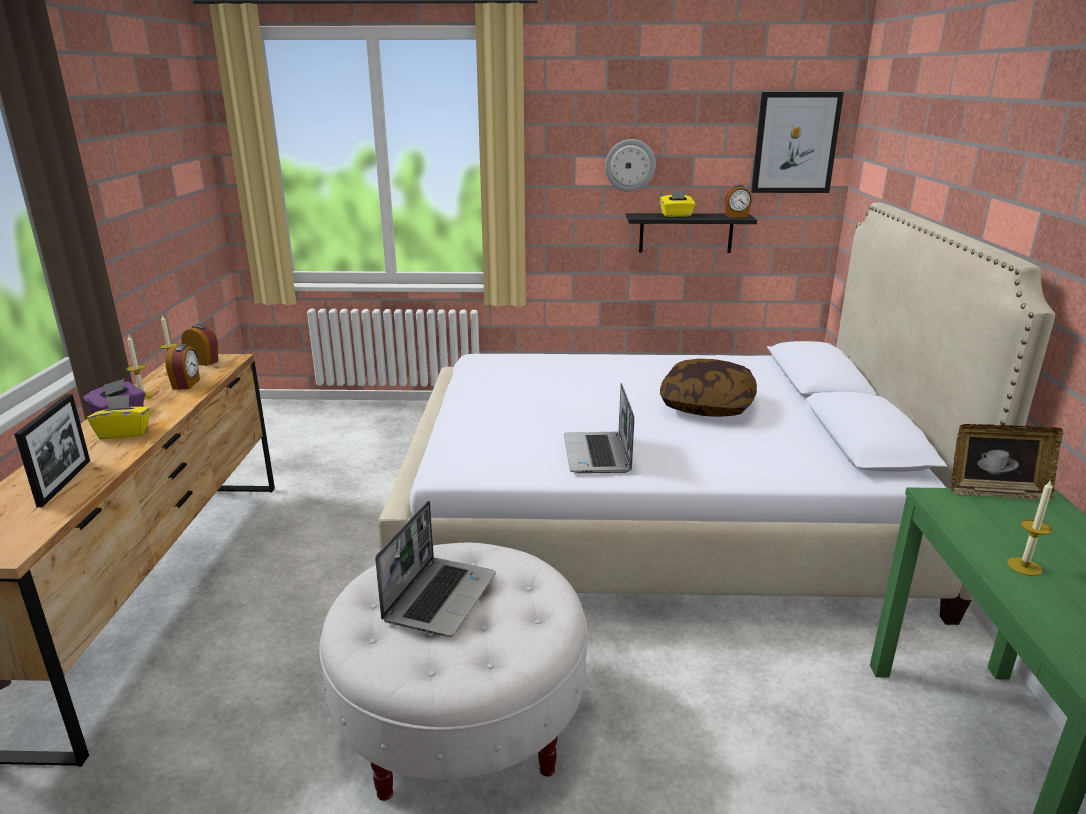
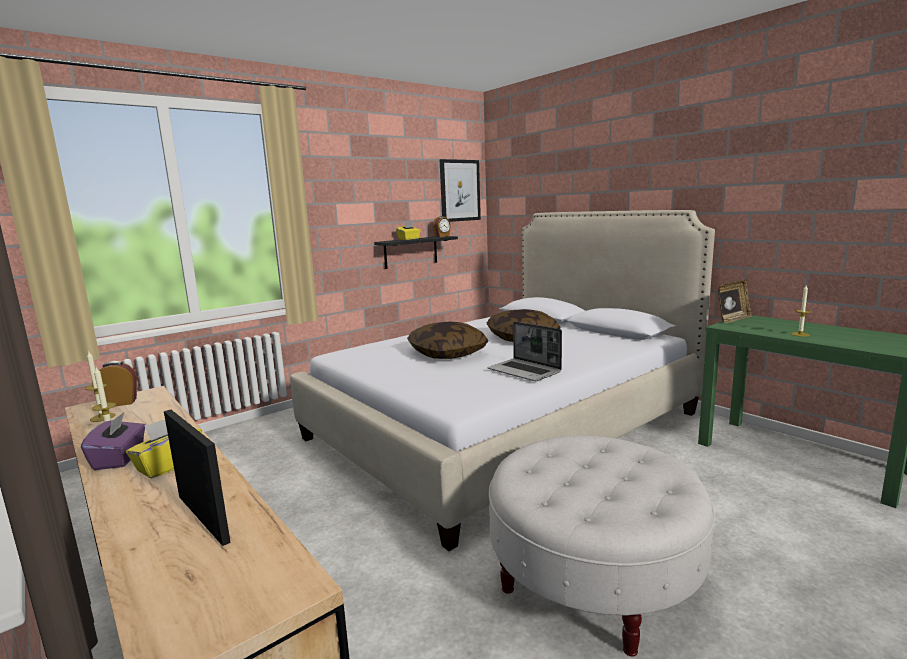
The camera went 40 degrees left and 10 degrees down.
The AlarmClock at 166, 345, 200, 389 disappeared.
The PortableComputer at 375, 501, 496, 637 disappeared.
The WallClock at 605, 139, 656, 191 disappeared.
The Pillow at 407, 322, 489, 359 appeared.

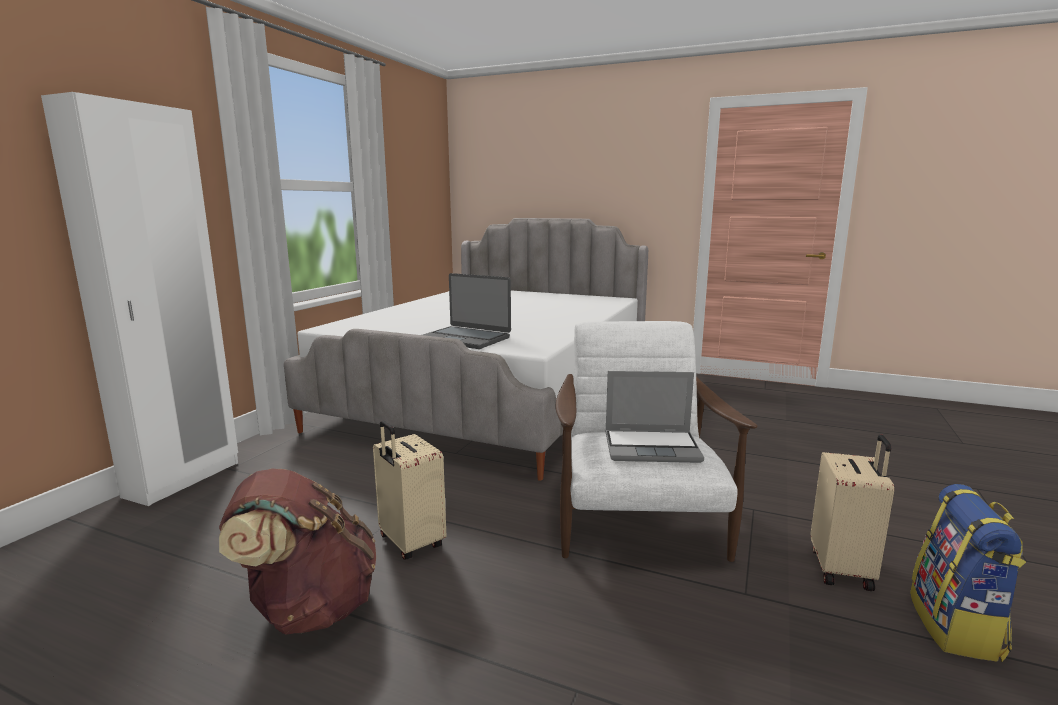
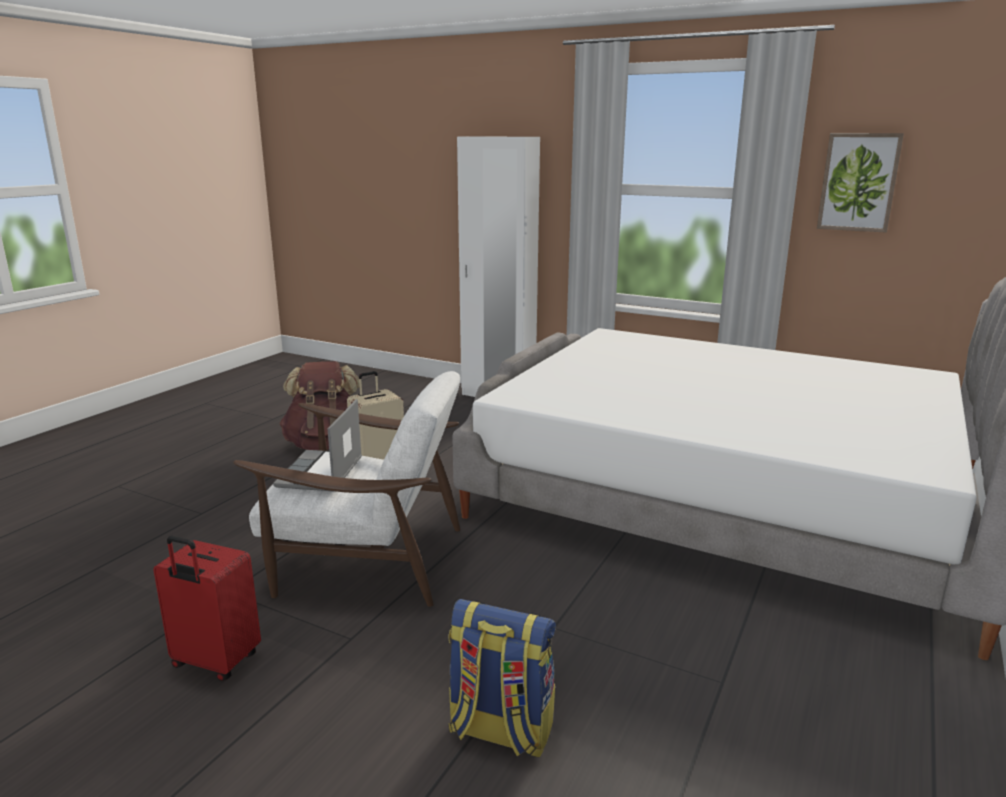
The camera went 95 degrees right and 5 degrees up.
The PortableComputer at 423, 273, 511, 349 disappeared.
The WallPicture at 817, 133, 904, 233 appeared.
The Rucksack moved from 910, 484, 1026, 662 to 448, 599, 556, 757.
The BeigeSuitcase at 811, 435, 894, 591 became the RedSuitcase at 153, 536, 261, 681.

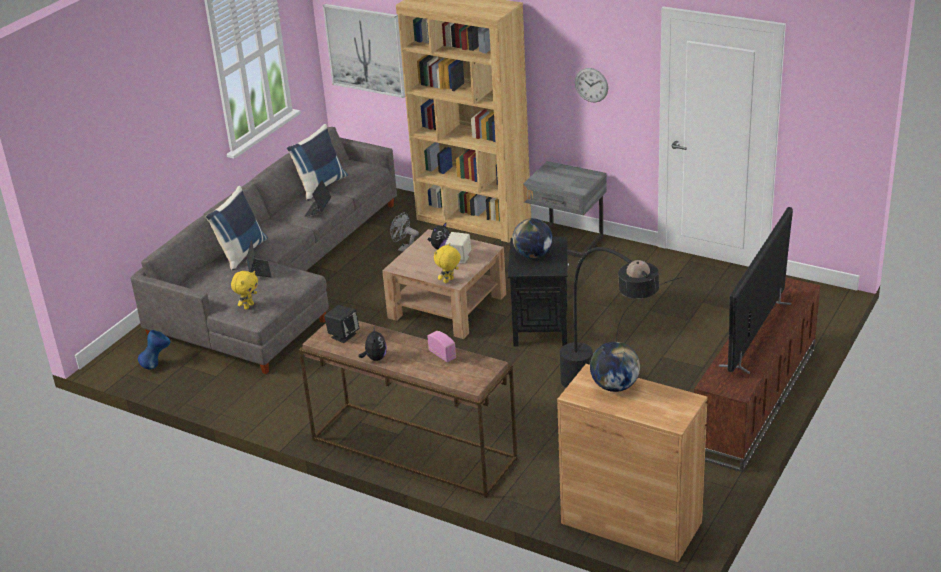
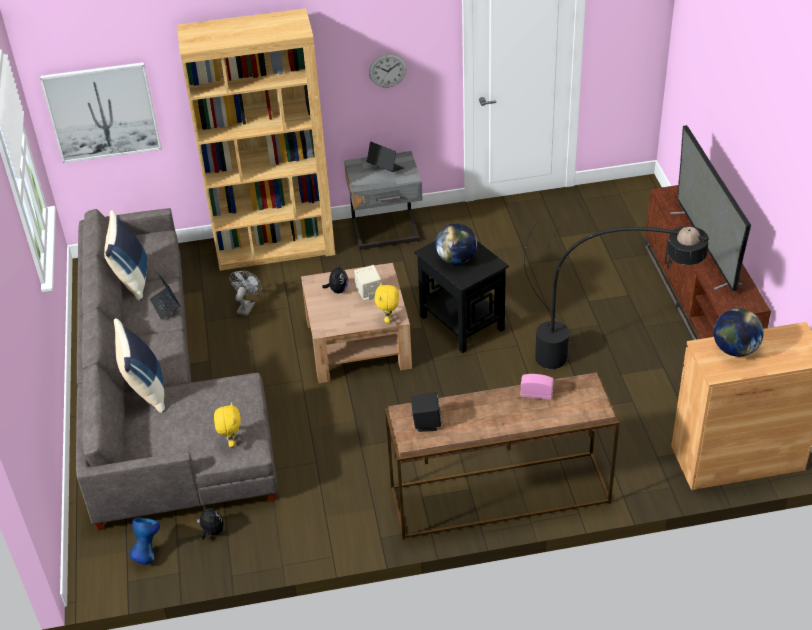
The camera went 40 degrees left and 10 degrees up.
The PortableComputer moved from 246, 240, 272, 277 to 367, 141, 404, 172.
The CuddlyToy moved from 358, 326, 387, 361 to 196, 504, 224, 540.
The GreyishFan at 390, 212, 419, 251 turned 120 degrees clockwise.

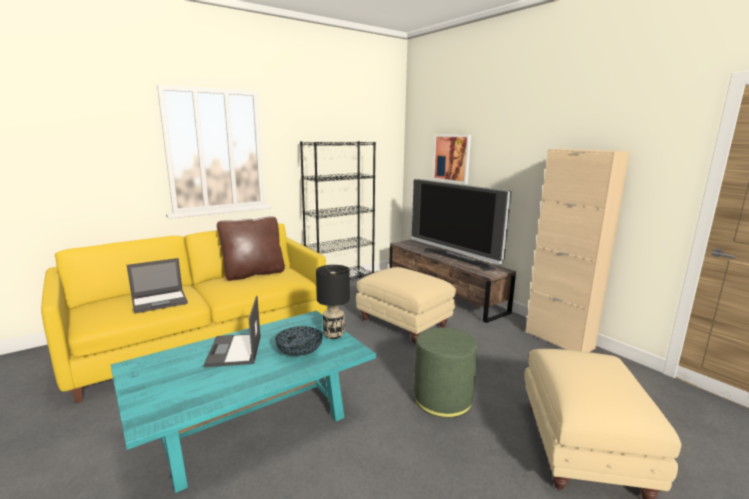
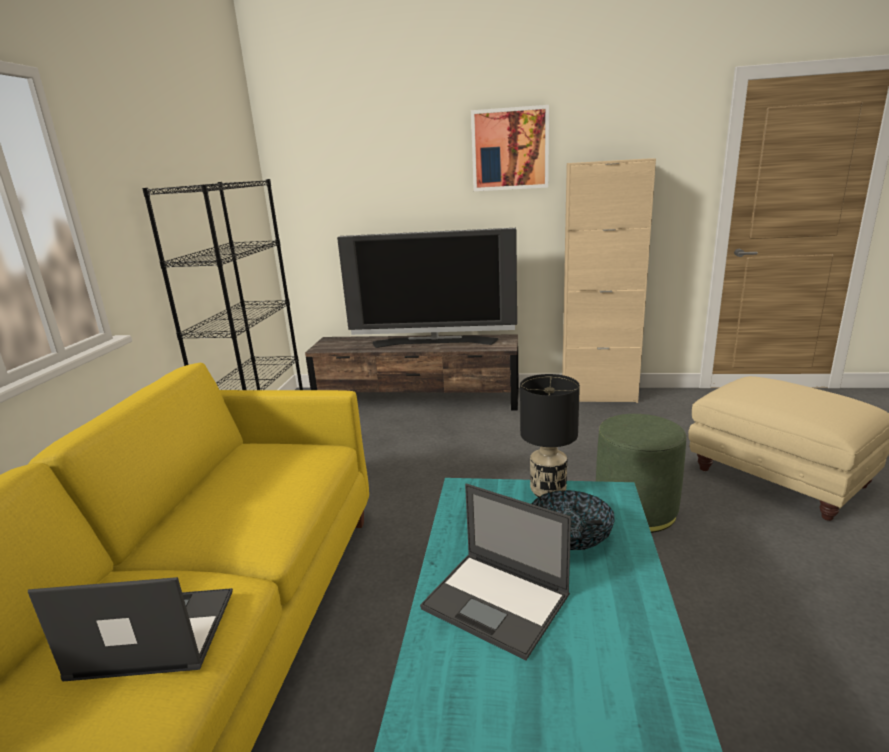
The camera went 45 degrees left and 5 degrees up.
The BrownPillow at 217, 216, 285, 281 disappeared.
The BeigeFootrest at 356, 267, 456, 343 disappeared.
The WallPicture moved from 432, 134, 471, 184 to 471, 105, 549, 191.
The PortableComputer at 127, 258, 188, 314 turned 105 degrees counterclockwise.

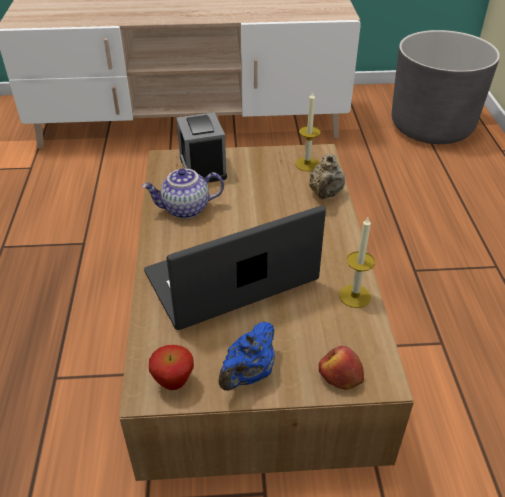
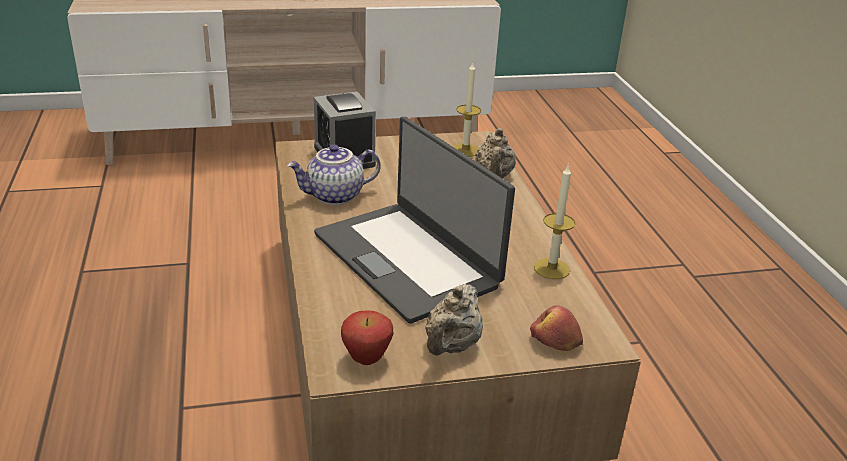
The camera went 10 degrees left and 10 degrees down.
The GreyishPlanter at 392, 30, 500, 144 disappeared.
The BlueTeapot at 218, 321, 275, 391 became the BeigeTeapot at 425, 284, 483, 356.
The PortableComputer at 144, 206, 326, 330 turned 90 degrees counterclockwise.

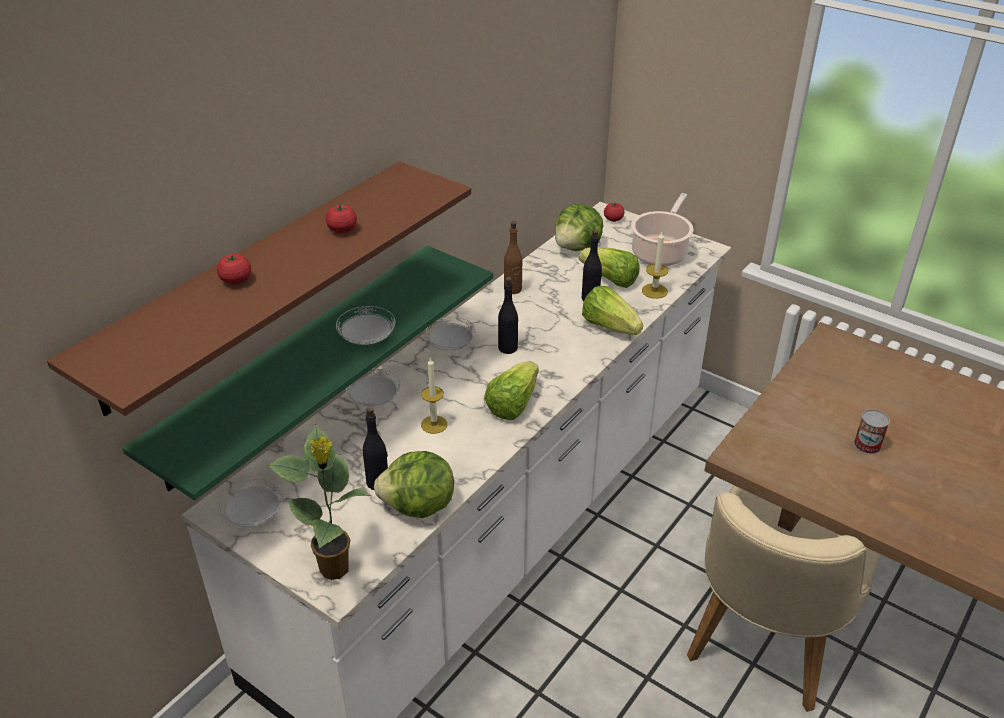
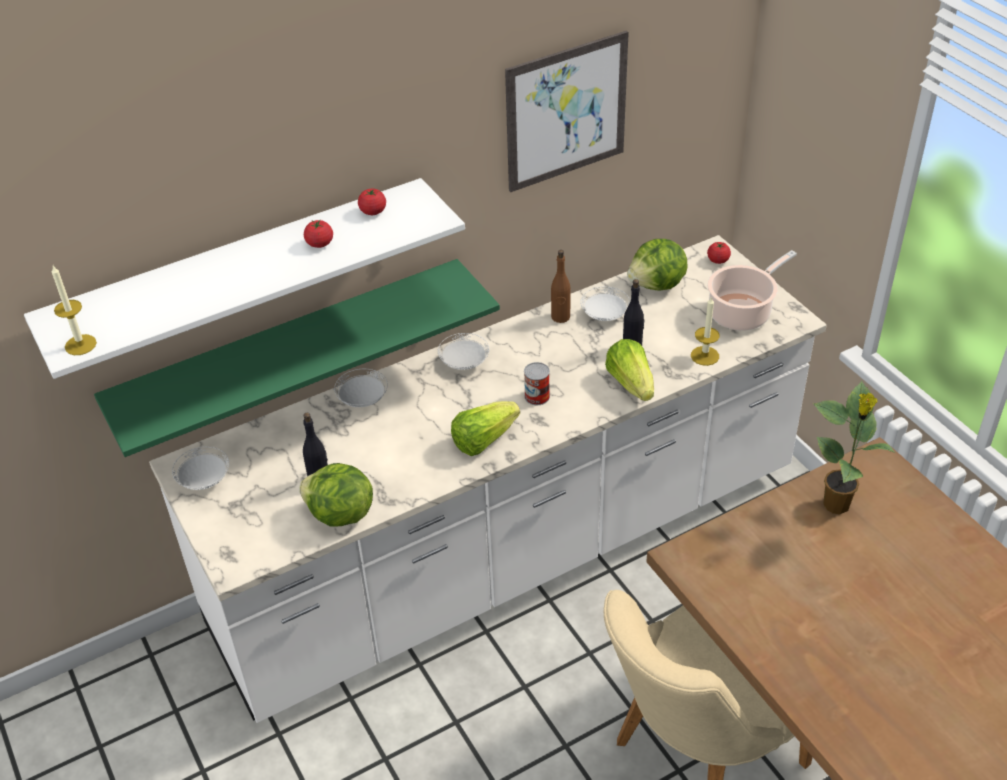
The camera went 25 degrees right and 5 degrees up.
The BlackBottle at 498, 277, 518, 354 disappeared.
The HeadOfLettuce at 579, 247, 639, 288 disappeared.
The WallPicture at 505, 31, 629, 192 appeared.
The Tomato moved from 217, 253, 251, 285 to 358, 189, 386, 215.
The Houseplant moved from 268, 425, 371, 580 to 813, 381, 896, 514.
The WhiteFlatDish moved from 336, 306, 395, 345 to 580, 287, 630, 321.
The Candle moved from 421, 357, 447, 434 to 52, 266, 97, 355.
The SealedCan moved from 854, 409, 890, 454 to 524, 362, 550, 405.
The BrownShelf at 47, 161, 471, 416 became the WhiteShelf at 24, 178, 465, 379.

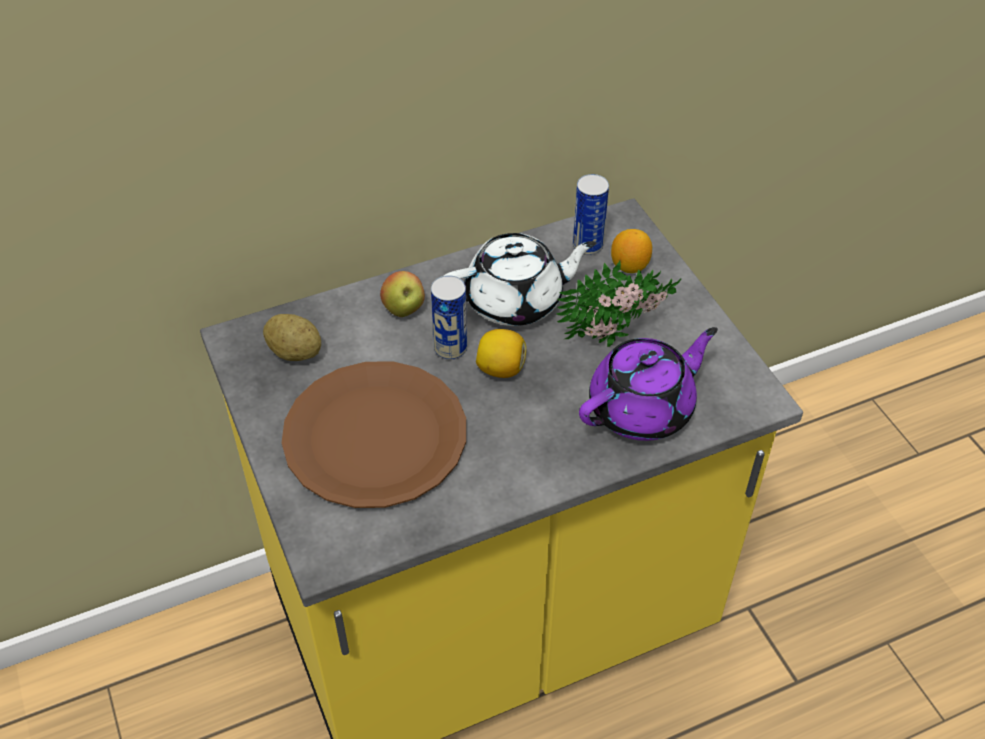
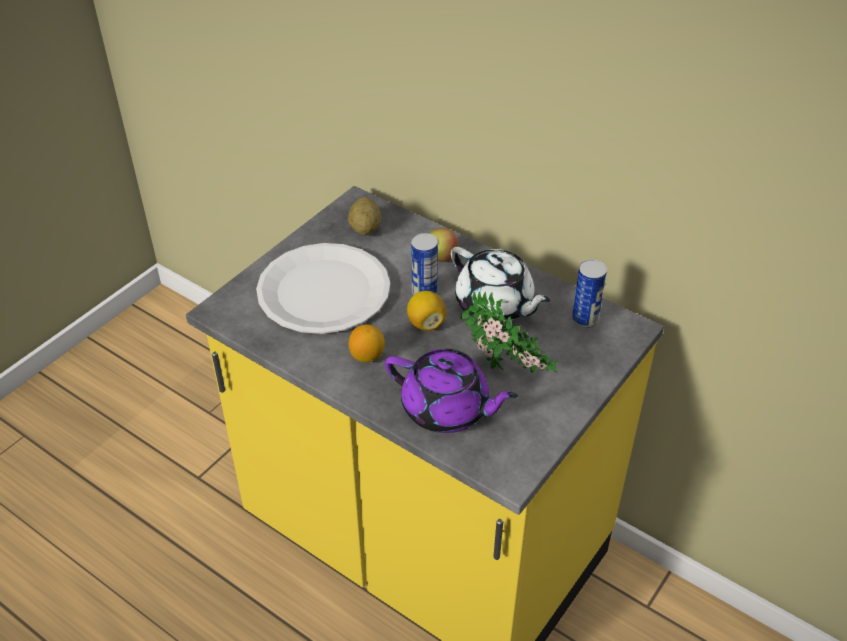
The camera went 60 degrees right and 5 degrees down.
The CitrusFruit moved from 611, 229, 652, 273 to 348, 324, 385, 363.
The BrownFlatDish at 282, 361, 466, 508 became the WhiteFlatDish at 256, 243, 390, 334.

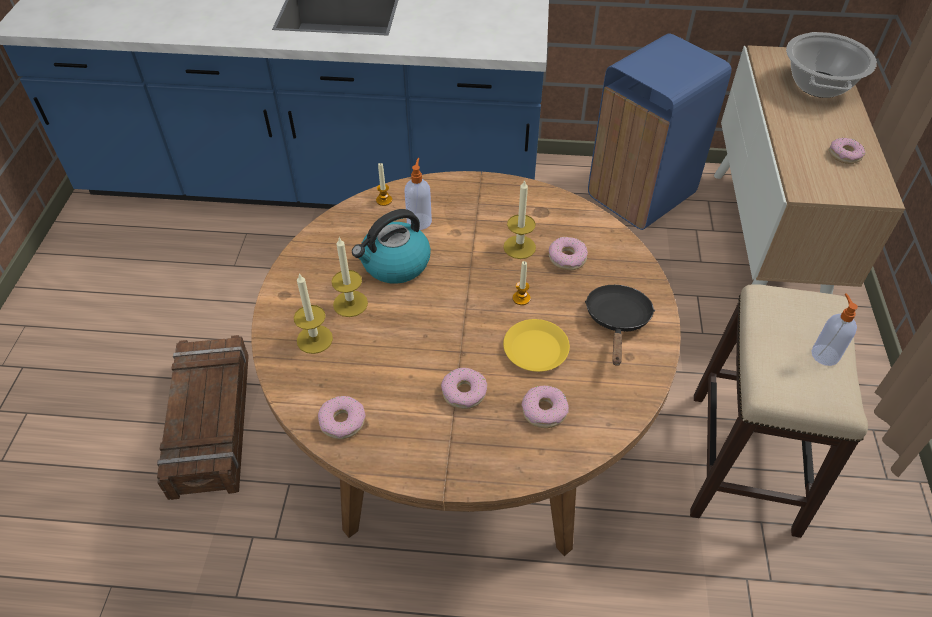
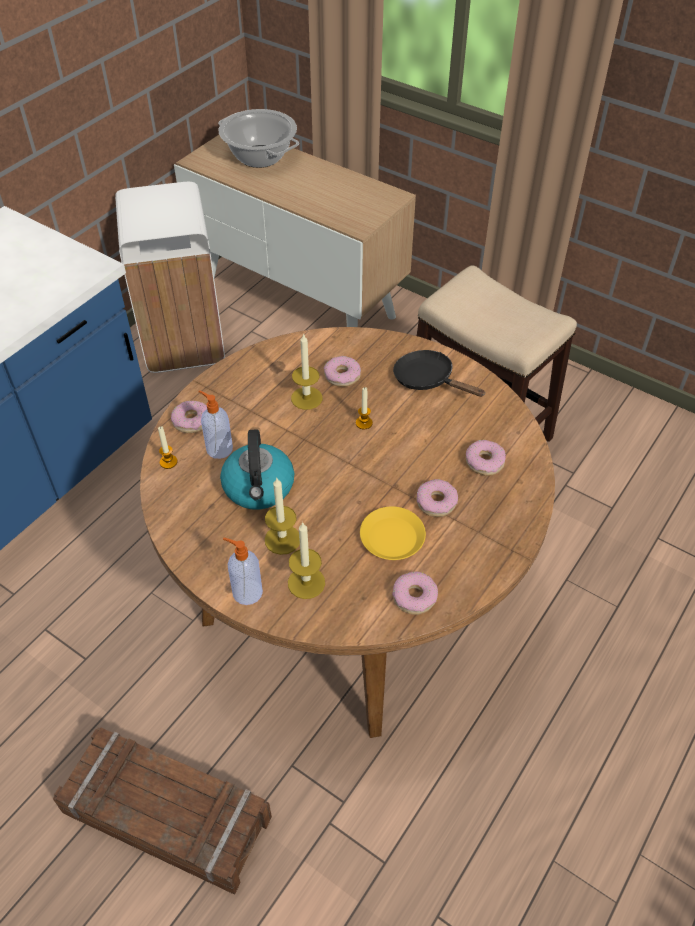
The camera went 60 degrees left and 0 degrees up.
The YellowFlatDish moved from 503, 319, 570, 372 to 360, 506, 426, 560.
The LiquidSoapBottle moved from 811, 293, 858, 366 to 223, 538, 263, 605.
The RingDoughnut moved from 829, 138, 865, 164 to 171, 400, 207, 433.
The BlueWasteBin at 588, 33, 731, 230 became the WhiteWasteBin at 115, 182, 225, 373.

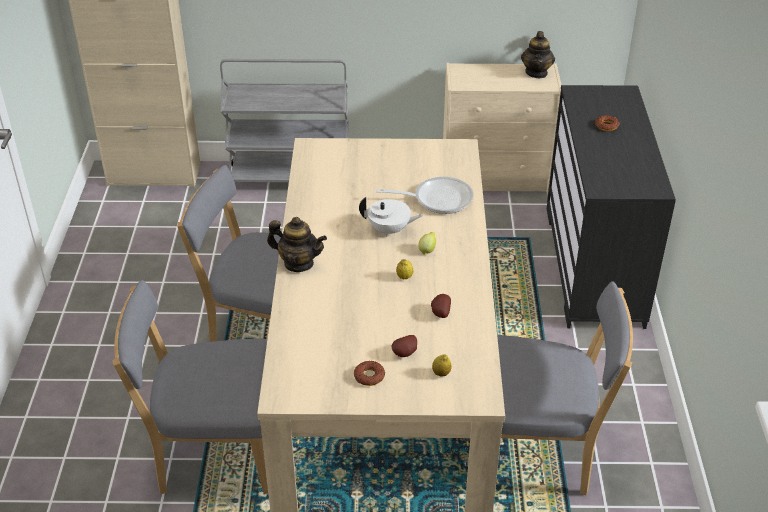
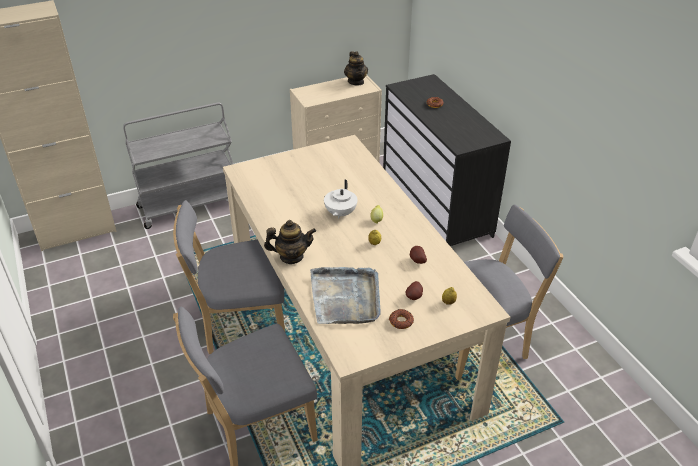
The camera went 25 degrees left and 0 degrees up.
The Skillet at 376, 177, 473, 214 disappeared.
The GreyishServingTray at 310, 267, 381, 324 appeared.
The WhiteTeapot at 359, 197, 423, 237 turned 120 degrees clockwise.

